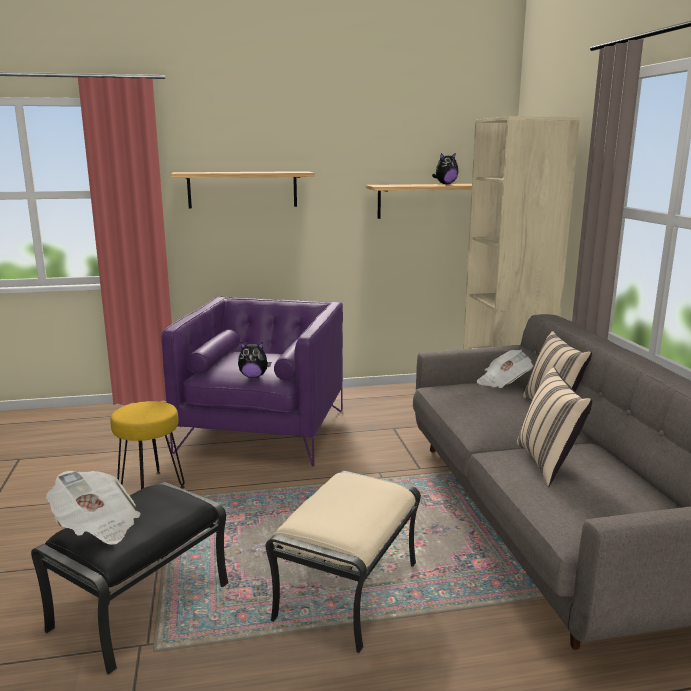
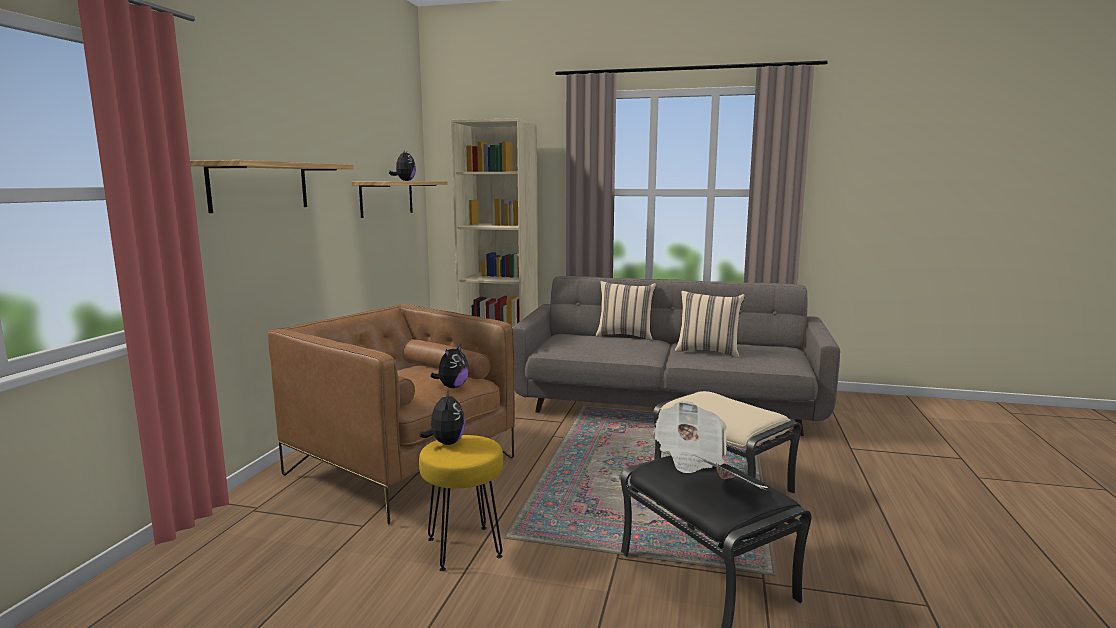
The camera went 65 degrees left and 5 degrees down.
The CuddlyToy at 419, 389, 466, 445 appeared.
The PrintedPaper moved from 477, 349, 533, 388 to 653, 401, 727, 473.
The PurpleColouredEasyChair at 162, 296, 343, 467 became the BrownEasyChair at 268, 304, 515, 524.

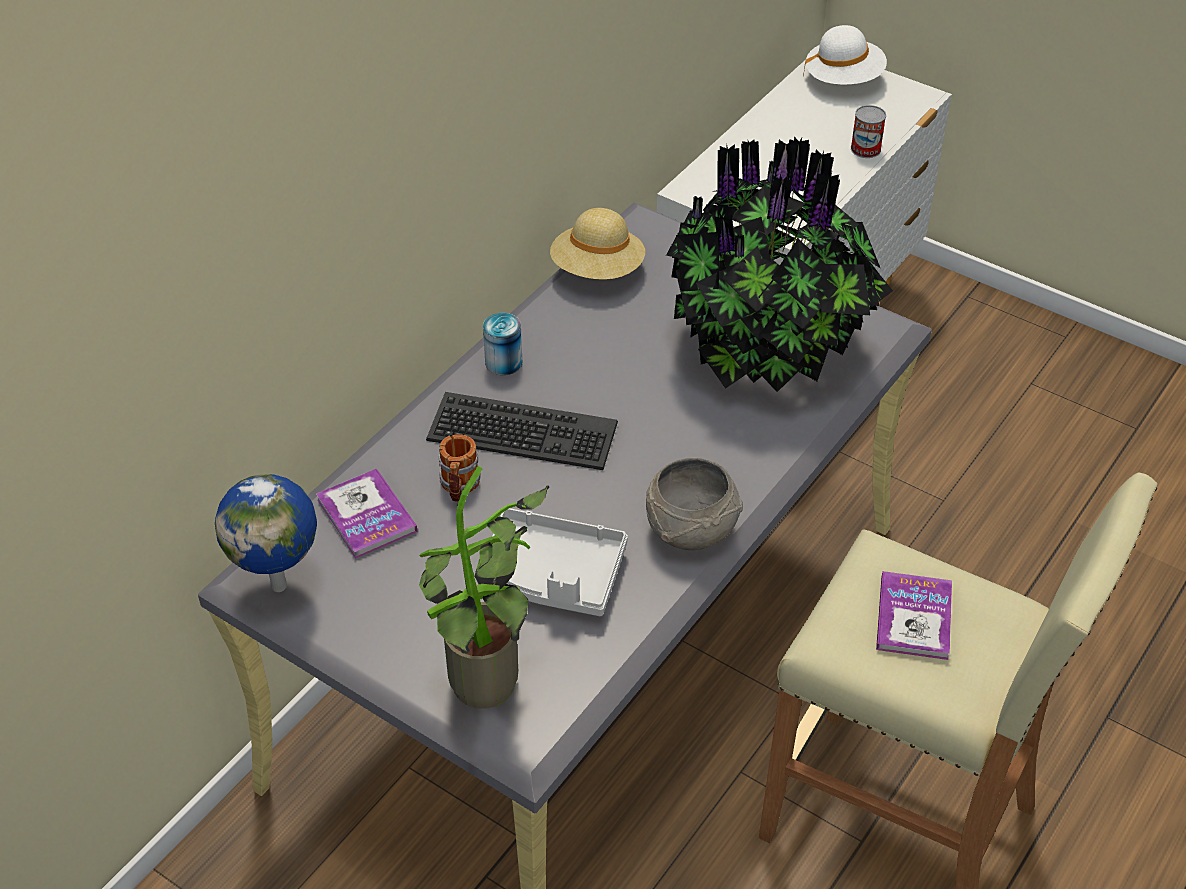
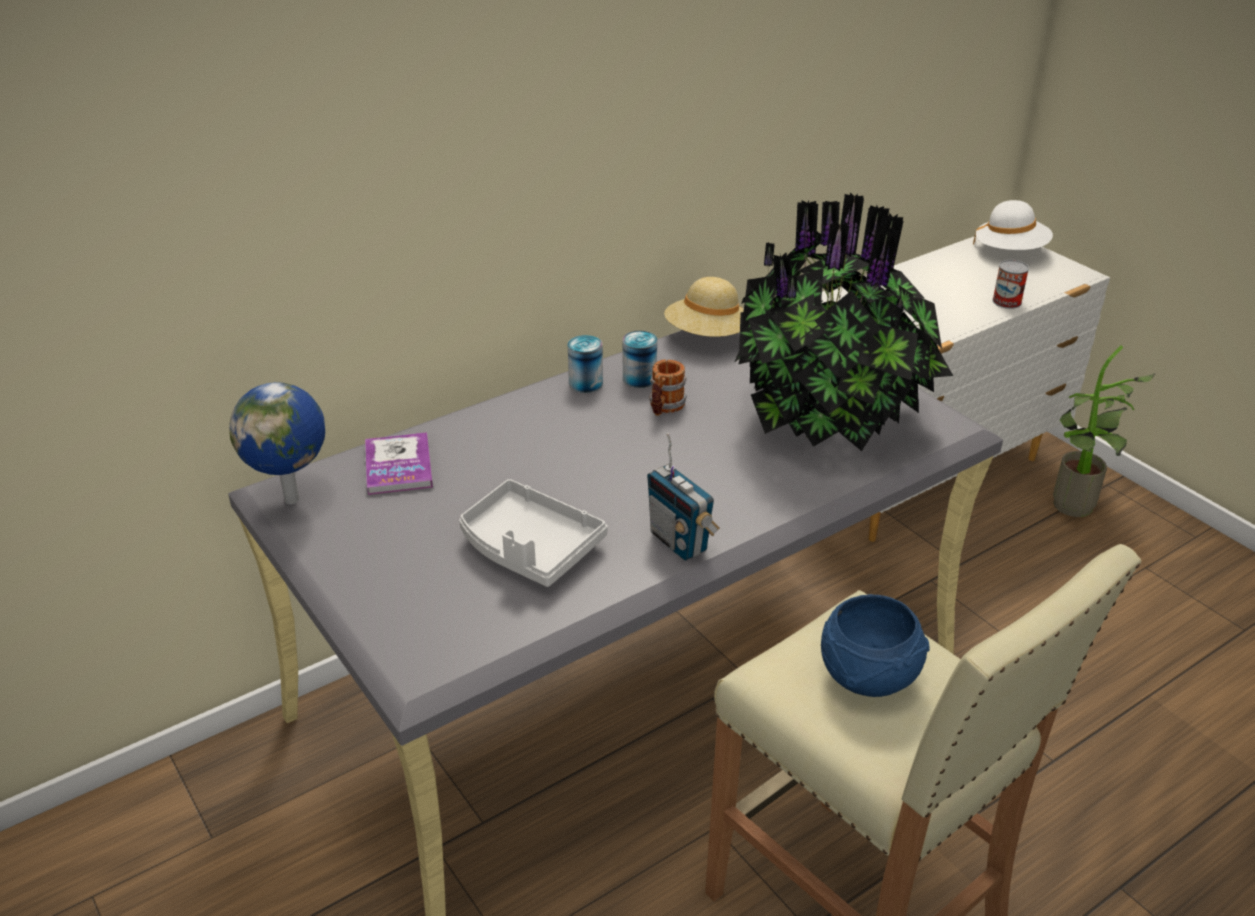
The camera went 20 degrees right and 10 degrees down.
The Keyboard at 426, 392, 618, 470 disappeared.
The SealedCan at 623, 331, 657, 388 appeared.
The Houseplant moved from 419, 466, 549, 709 to 1053, 346, 1155, 517.
The TeaMug moved from 439, 434, 481, 502 to 649, 359, 687, 416.
The GreyishServingBowl at 646, 457, 743, 550 was replaced by the Radio at 647, 433, 720, 561.
The BoundBook at 876, 571, 952, 660 was replaced by the BlueServingBowl at 821, 594, 930, 697.

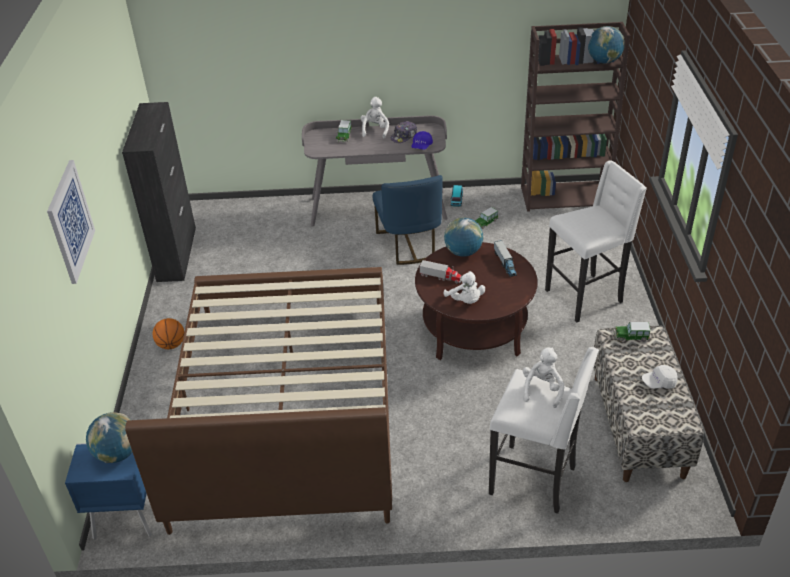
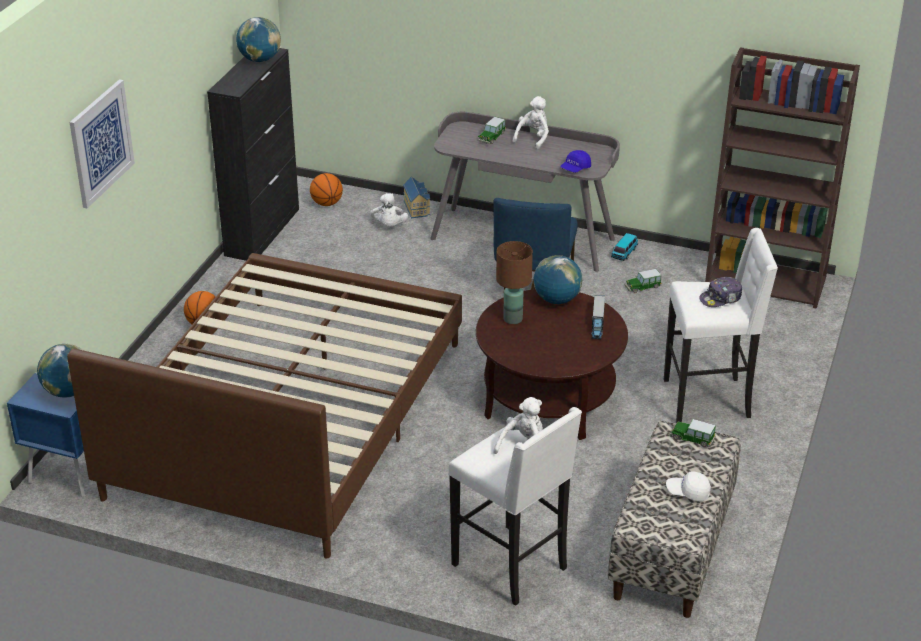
The camera went 20 degrees right and 5 degrees down.
The BasketballBall at 310, 173, 343, 206 appeared.
The MiniatureHouse at 403, 177, 430, 218 appeared.
The Cap moved from 391, 121, 417, 143 to 699, 277, 742, 307.
The WhiteCuddlyToy moved from 444, 271, 485, 304 to 370, 193, 408, 227.
The WorldGlobe moved from 588, 26, 625, 63 to 236, 17, 281, 62.
The ToyTruck at 420, 260, 461, 284 was replaced by the BrownTabletopLamp at 496, 241, 533, 324.

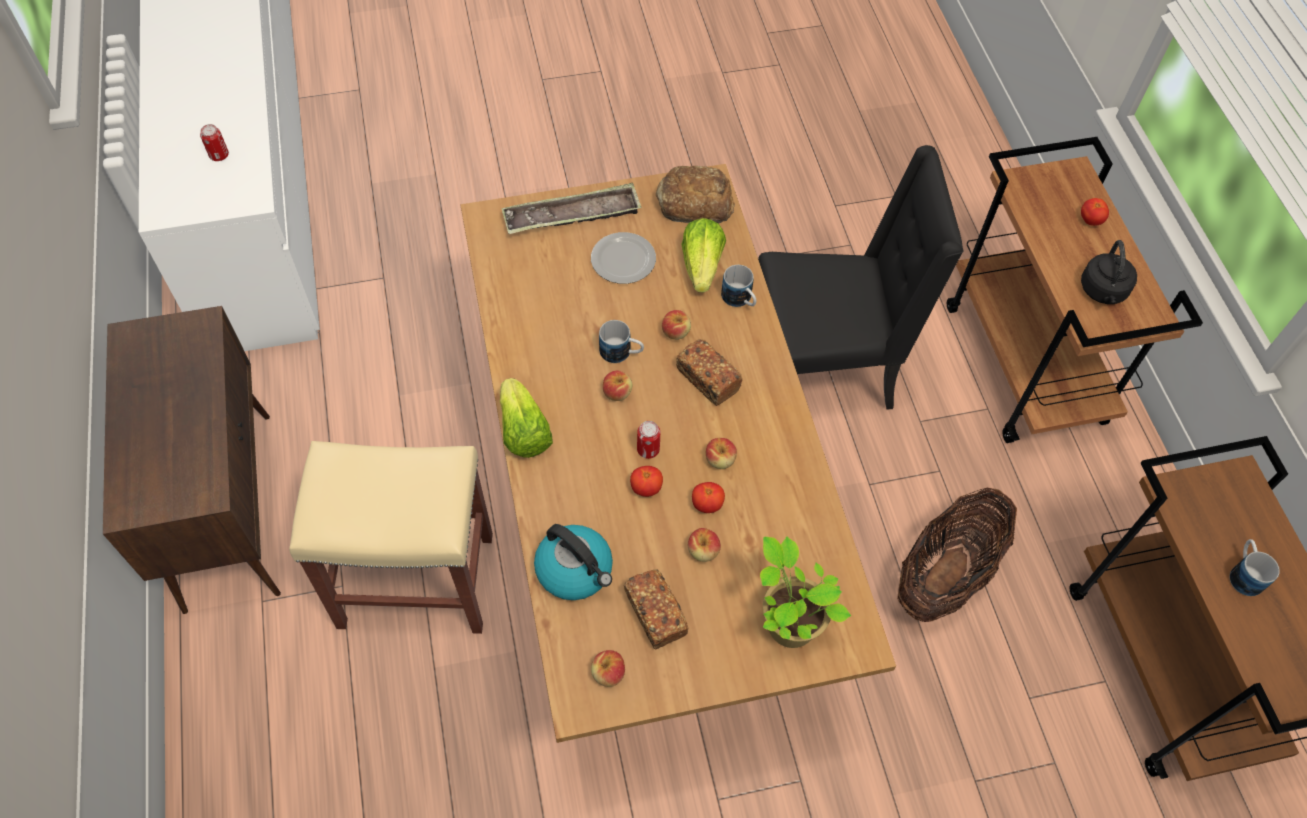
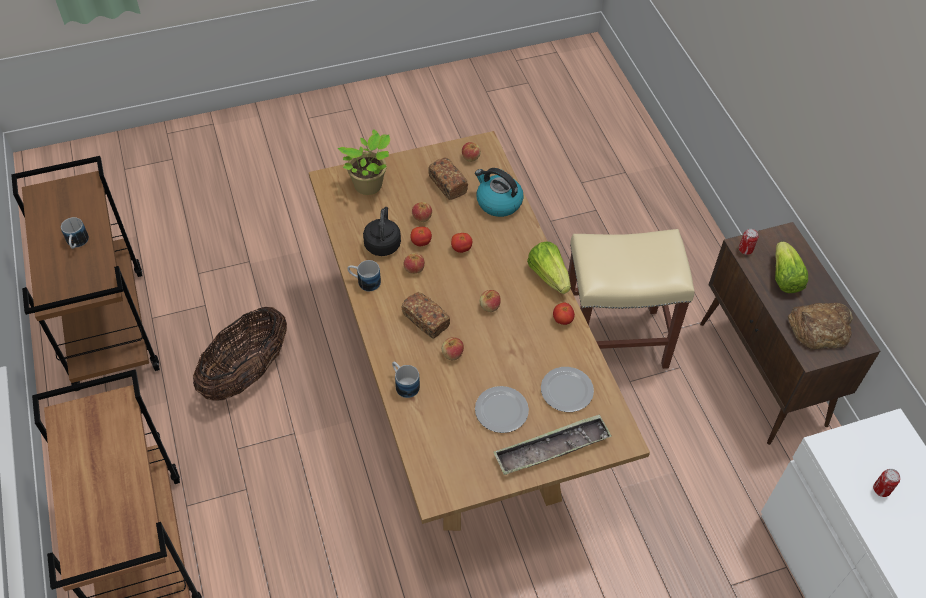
The camera went 175 degrees right and 5 degrees down.
The BlackChair at 758, 145, 964, 409 disappeared.
The FlatDish at 541, 367, 594, 412 appeared.
The TeaMug moved from 599, 320, 644, 363 to 347, 260, 381, 291.
The SealedCan moved from 637, 421, 660, 459 to 739, 228, 758, 255.
The BakeryBread moved from 656, 166, 735, 223 to 788, 303, 853, 350.
The HeadOfLettuce moved from 681, 218, 726, 293 to 775, 242, 808, 293.
The Tomato moved from 1081, 198, 1109, 226 to 553, 303, 575, 325.
The BlackWaterKettle moved from 1081, 240, 1137, 304 to 363, 207, 401, 256.

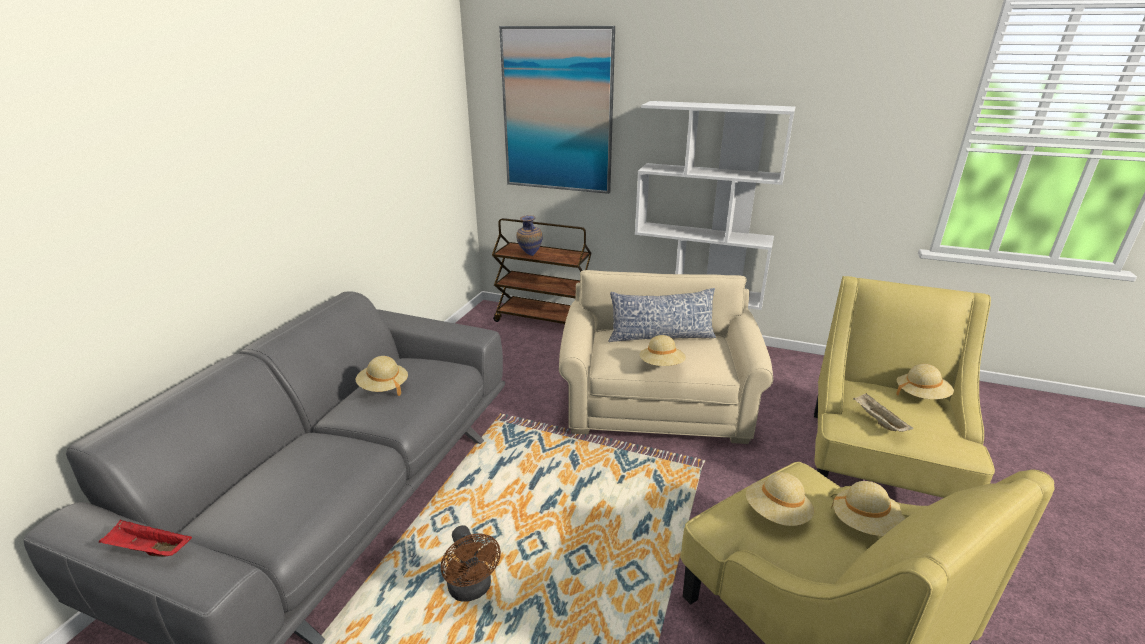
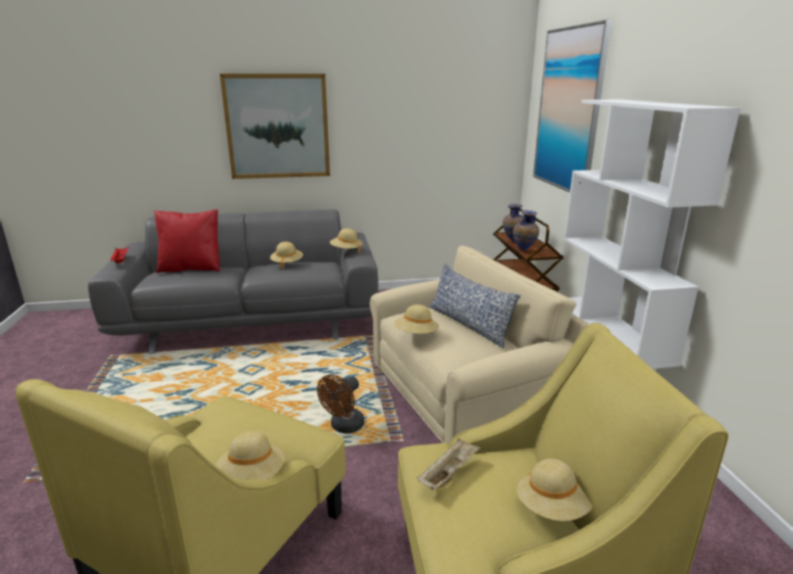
The camera went 60 degrees right and 5 degrees down.
The RedPillow at 154, 209, 220, 273 appeared.
The WallPicture at 220, 74, 330, 179 appeared.
The DecorativeVase at 513, 210, 539, 251 appeared.
The BrownFan moved from 441, 525, 501, 602 to 317, 374, 364, 434.
The BeigeWearableHat moved from 746, 472, 814, 526 to 330, 228, 363, 253.

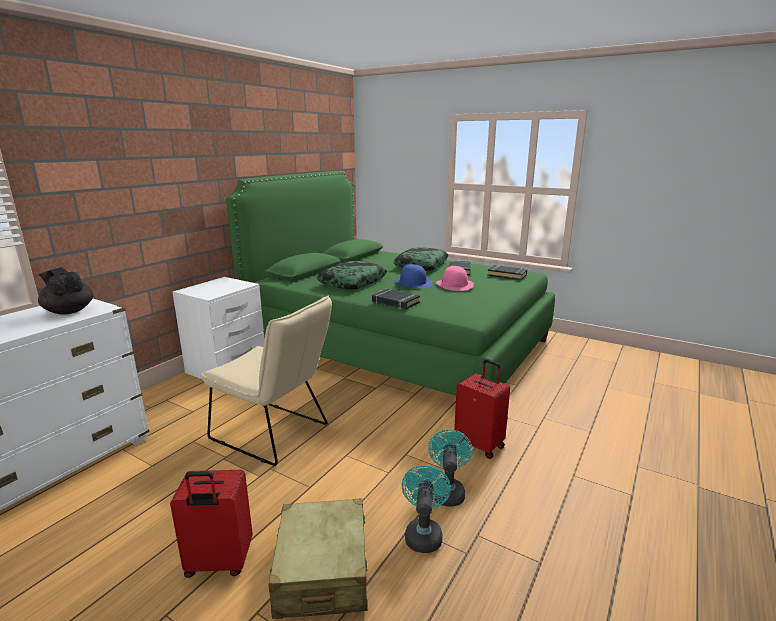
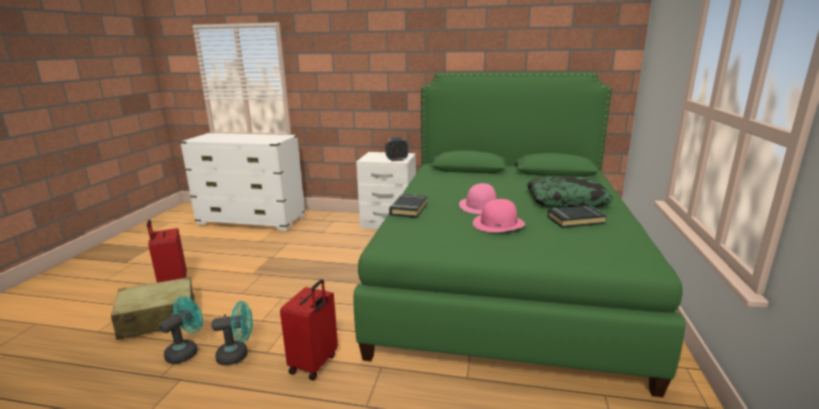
The camera went 70 degrees right and 0 degrees up.
The BlackTeapot at 38, 267, 94, 315 disappeared.
The BeigeChair at 201, 295, 332, 466 disappeared.
The Pillow at 316, 261, 387, 289 disappeared.
The BlackBoundBook at 487, 265, 527, 280 disappeared.
The AlarmClock at 385, 137, 408, 161 appeared.
The BlueWearableHat at 394, 264, 433, 288 became the PinkishWearableHat at 459, 183, 497, 214.
The TurquoiseColouredFan at 401, 465, 451, 553 turned 45 degrees counterclockwise.

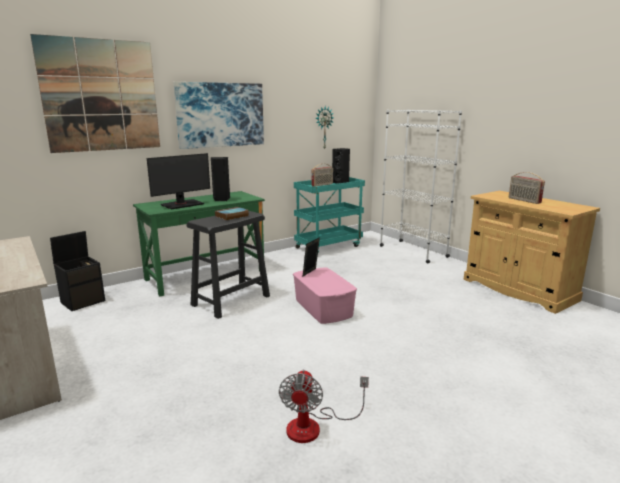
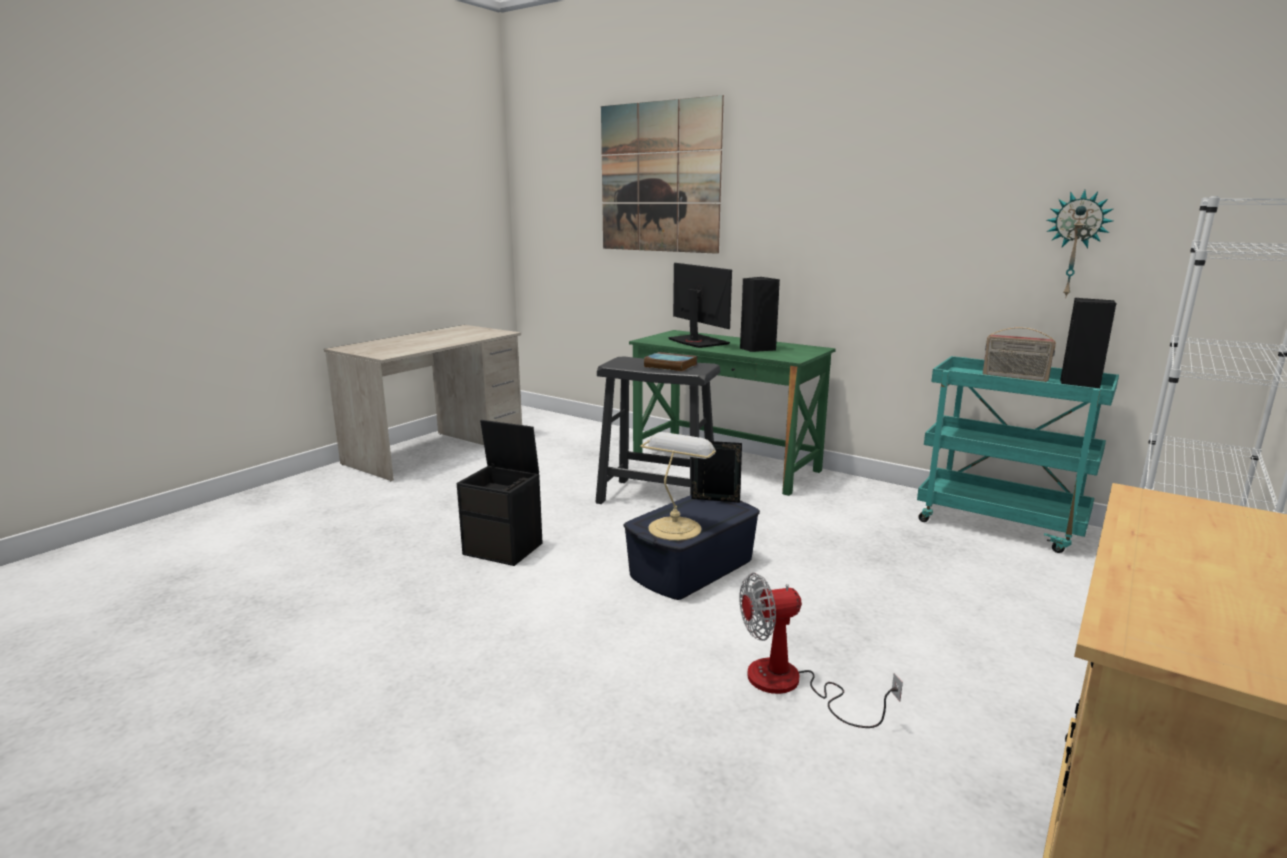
The camera went 70 degrees right and 0 degrees up.
The WallPicture at 174, 82, 264, 149 disappeared.
The Radio at 509, 172, 545, 204 disappeared.
The TabletopLamp at 640, 432, 716, 541 appeared.
The BlackStorageContainer moved from 50, 231, 105, 311 to 457, 420, 542, 566.
The Fan moved from 279, 369, 369, 443 to 739, 573, 903, 728.
The PinkishStorageContainer at 293, 268, 357, 324 became the BlueStorageContainer at 623, 495, 760, 600.
The ComputerDisplay at 147, 153, 210, 210 turned 150 degrees counterclockwise.

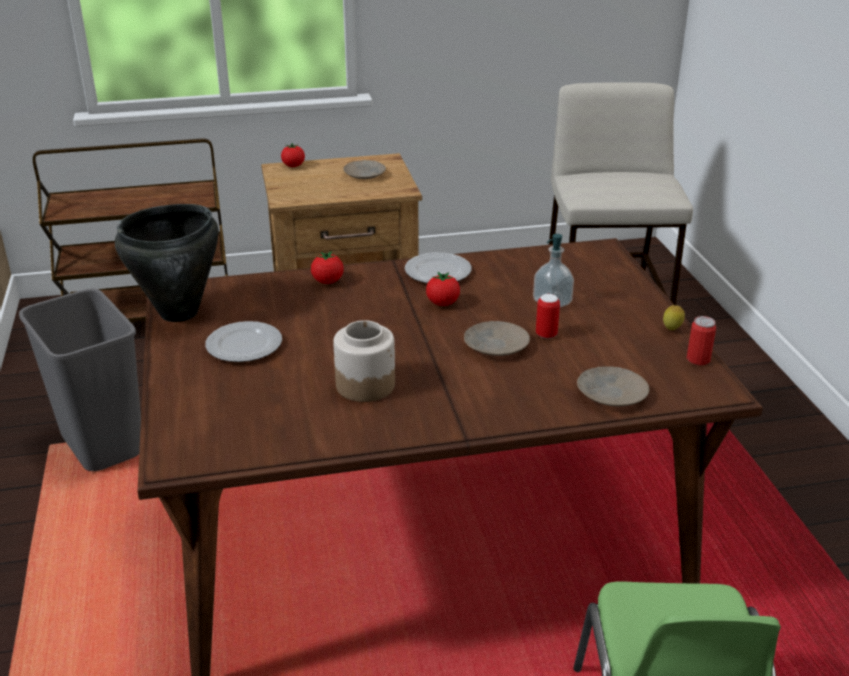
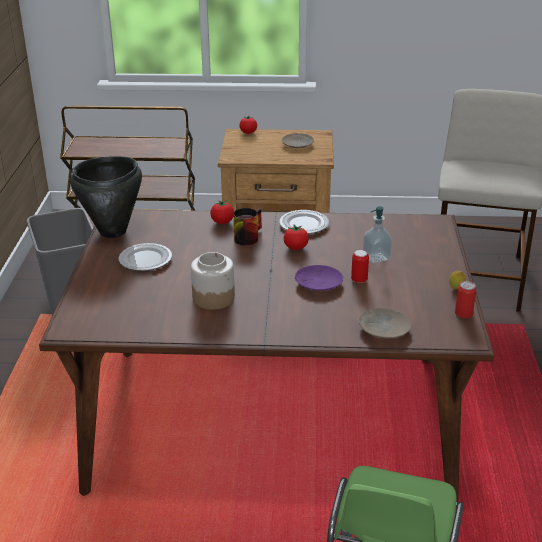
The camera went 15 degrees right and 0 degrees up.
The TeaMug at 234, 208, 262, 246 appeared.
The BeigeFlatDish at 464, 321, 530, 356 became the PurpleColouredFlatDish at 295, 265, 343, 291.

